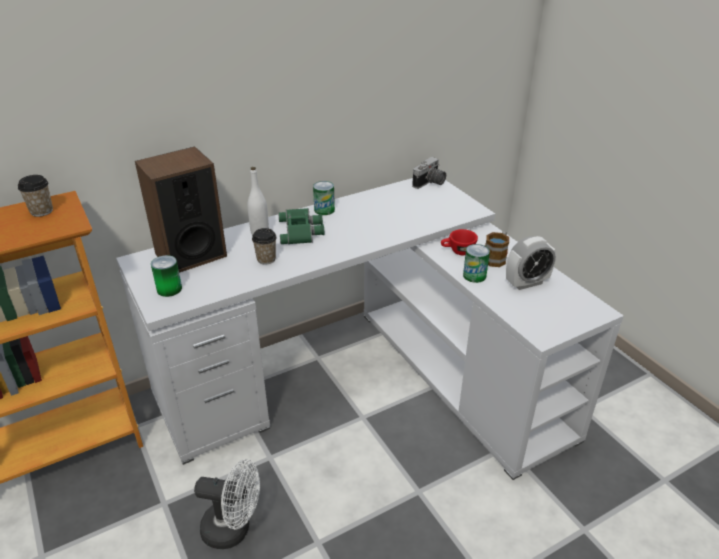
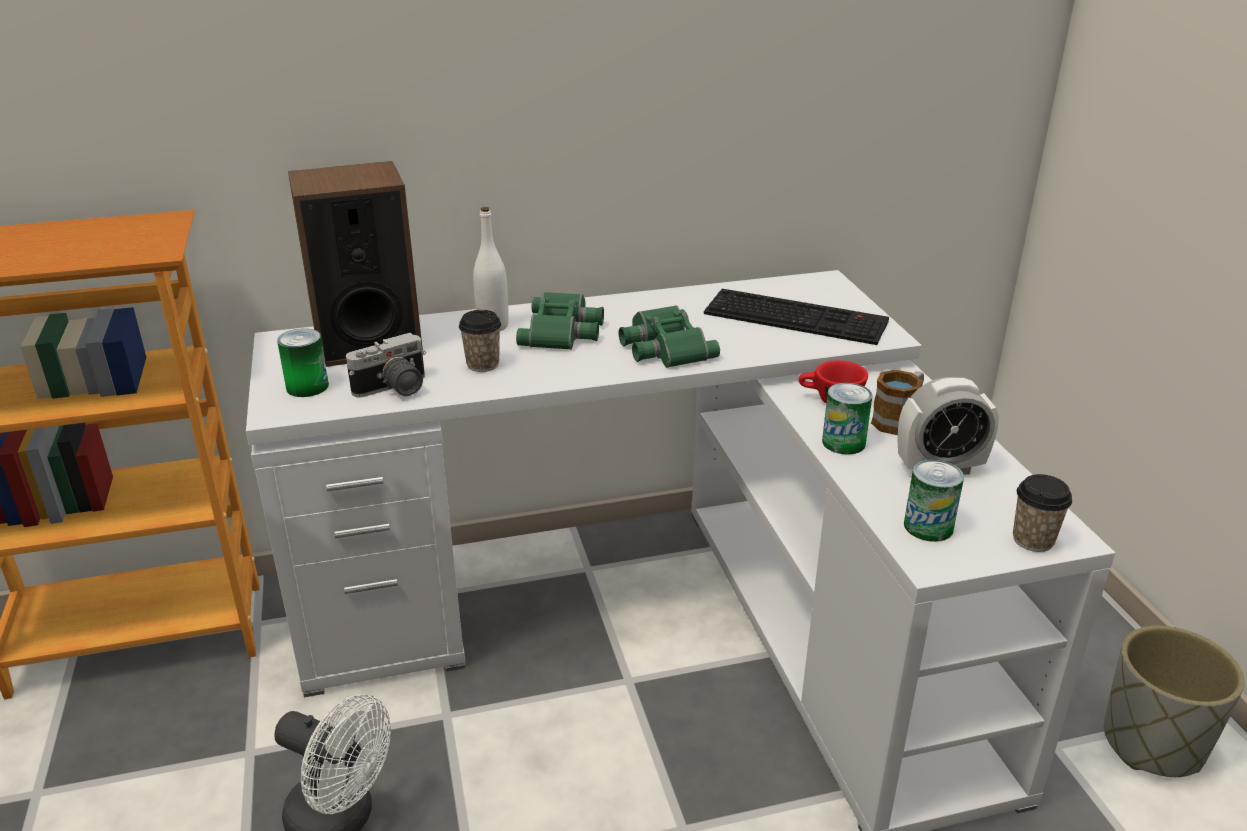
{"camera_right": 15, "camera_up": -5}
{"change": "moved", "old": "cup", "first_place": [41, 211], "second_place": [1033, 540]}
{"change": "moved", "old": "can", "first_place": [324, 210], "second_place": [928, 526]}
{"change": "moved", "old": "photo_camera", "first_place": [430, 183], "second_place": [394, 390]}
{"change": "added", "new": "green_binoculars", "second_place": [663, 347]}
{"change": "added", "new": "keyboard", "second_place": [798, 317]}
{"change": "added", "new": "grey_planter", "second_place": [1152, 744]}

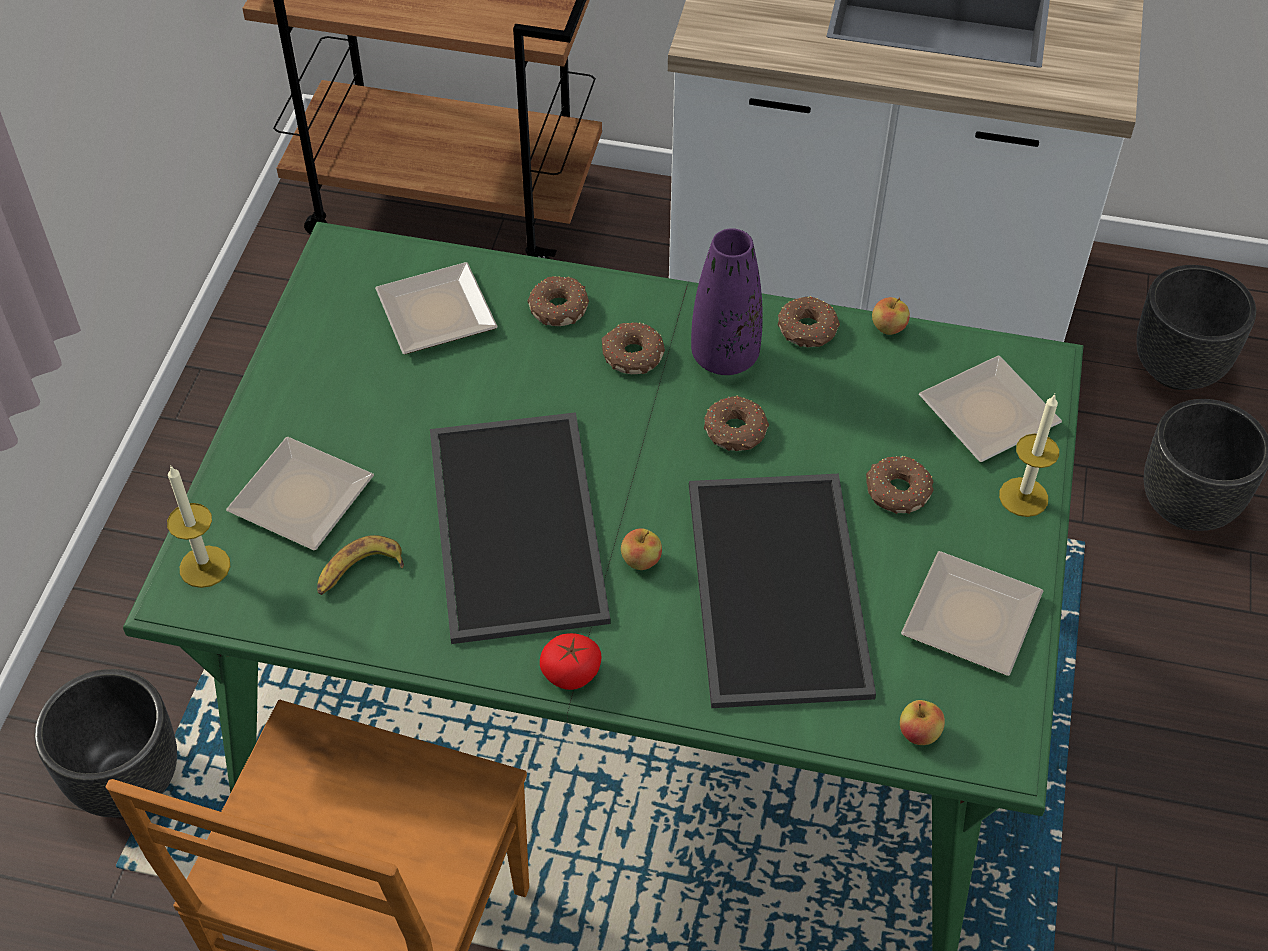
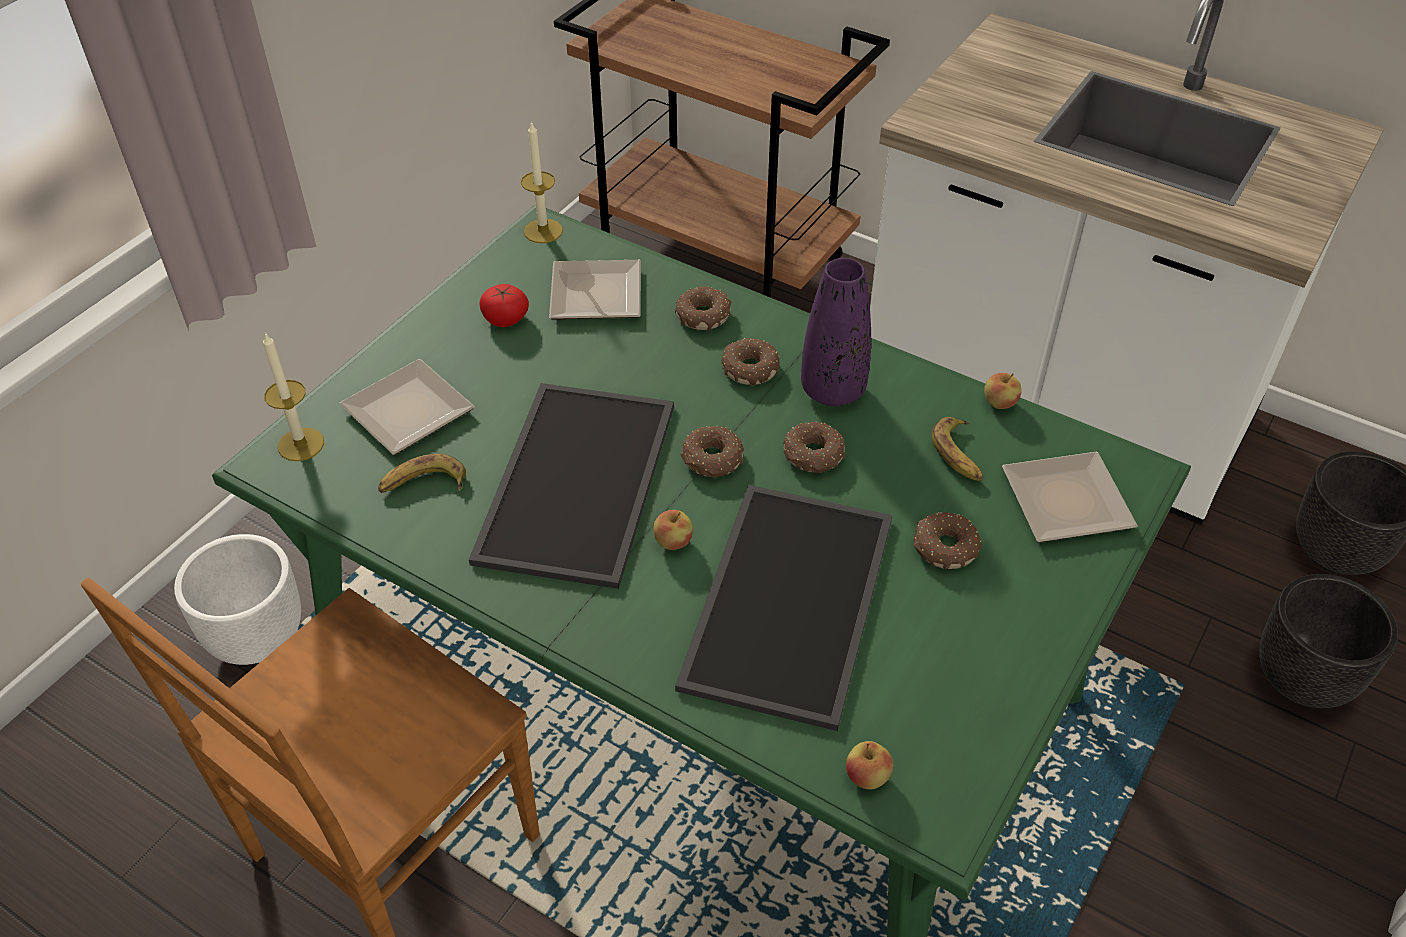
{"camera_right": 20, "camera_up": -5}
{"change": "recoloured", "old": "black_planter", "new": "white_planter", "first_place": [126, 781], "second_place": [257, 639]}
{"change": "moved", "old": "tomato", "first_place": [571, 672], "second_place": [505, 318]}
{"change": "moved", "old": "donut", "first_place": [807, 330], "second_place": [712, 460]}
{"change": "removed", "old": "plate", "first_place": [973, 622]}
{"change": "moved", "old": "candle", "first_place": [1023, 497], "second_place": [543, 231]}
{"change": "added", "new": "banana", "second_place": [959, 455]}

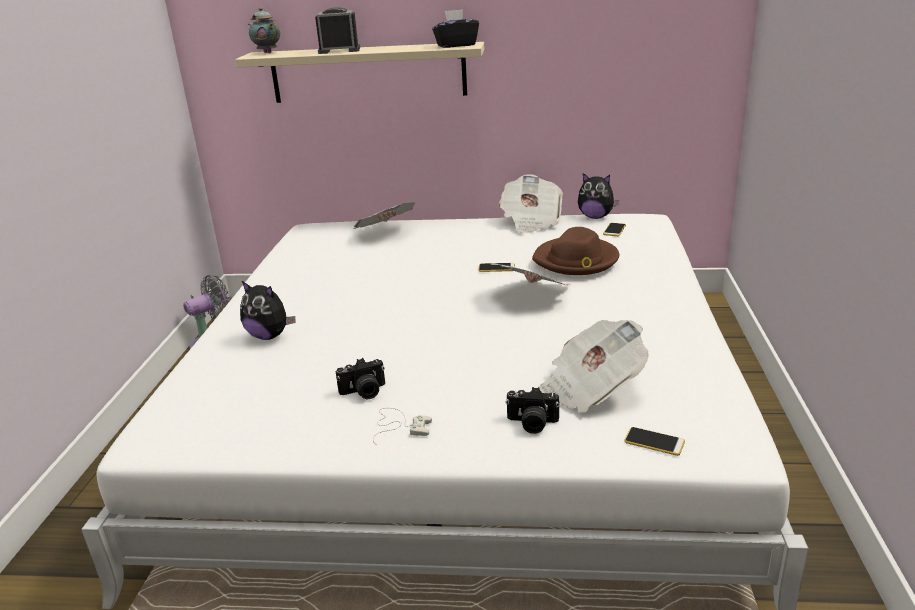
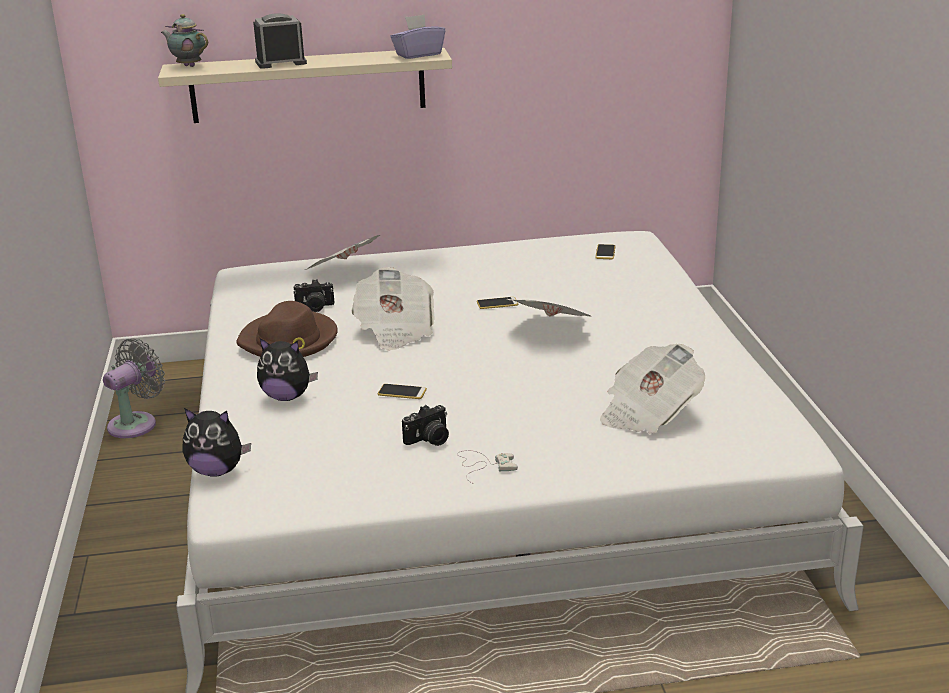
{"camera_right": -15, "camera_up": 0}
{"change": "recoloured", "old": "black_tissue_box", "new": "purple_tissue_box", "first_place": [456, 45], "second_place": [418, 54]}
{"change": "moved", "old": "newspaper", "first_place": [531, 221], "second_place": [395, 330]}
{"change": "moved", "old": "photo_camera", "first_place": [532, 423], "second_place": [314, 307]}
{"change": "moved", "old": "brown_hat", "first_place": [576, 260], "second_place": [289, 340]}
{"change": "moved", "old": "plush_toy", "first_place": [595, 217], "second_place": [217, 471]}
{"change": "moved", "old": "phone", "first_place": [654, 442], "second_place": [402, 392]}

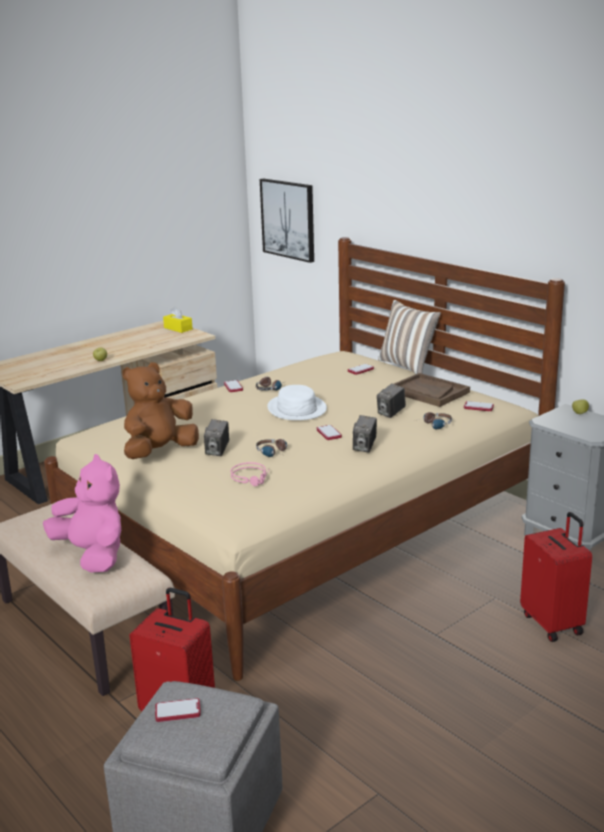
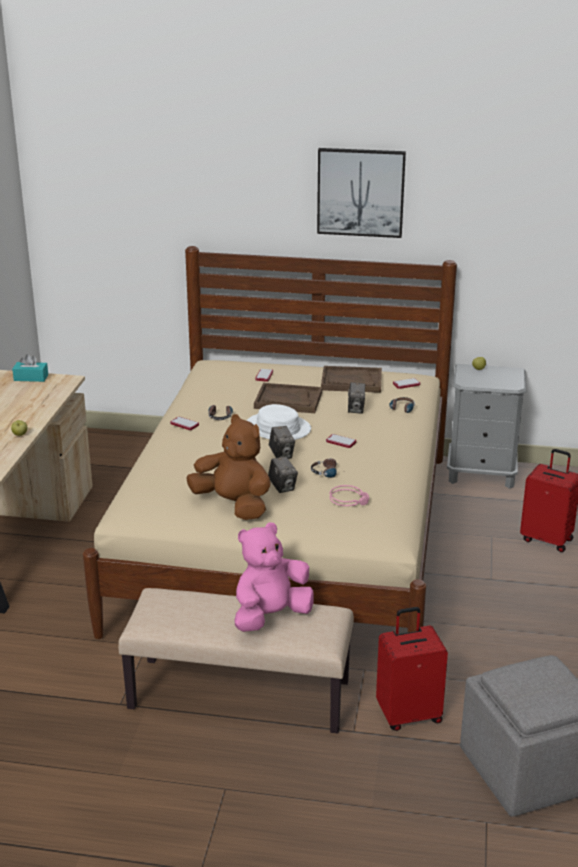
{"camera_right": -40, "camera_up": 5}
{"change": "turned", "old": "pink_plush_toy", "first_place": [93, 555], "second_place": [270, 617], "degrees": -45}
{"change": "turned", "old": "brown_plush_toy", "first_place": [159, 452], "second_place": [233, 505], "degrees": 120}
{"change": "removed", "old": "phone", "first_place": [178, 711]}
{"change": "recoloured", "old": "yellow_tissue_box", "new": "turquoise_tissue_box", "first_place": [178, 328], "second_place": [31, 378]}
{"change": "moved", "old": "picture", "first_place": [288, 219], "second_place": [360, 192]}
{"change": "moved", "old": "photo_camera", "first_place": [364, 447], "second_place": [281, 455]}
{"change": "removed", "old": "pillow", "first_place": [408, 366]}
{"change": "added", "new": "brown_tray", "second_place": [288, 400]}

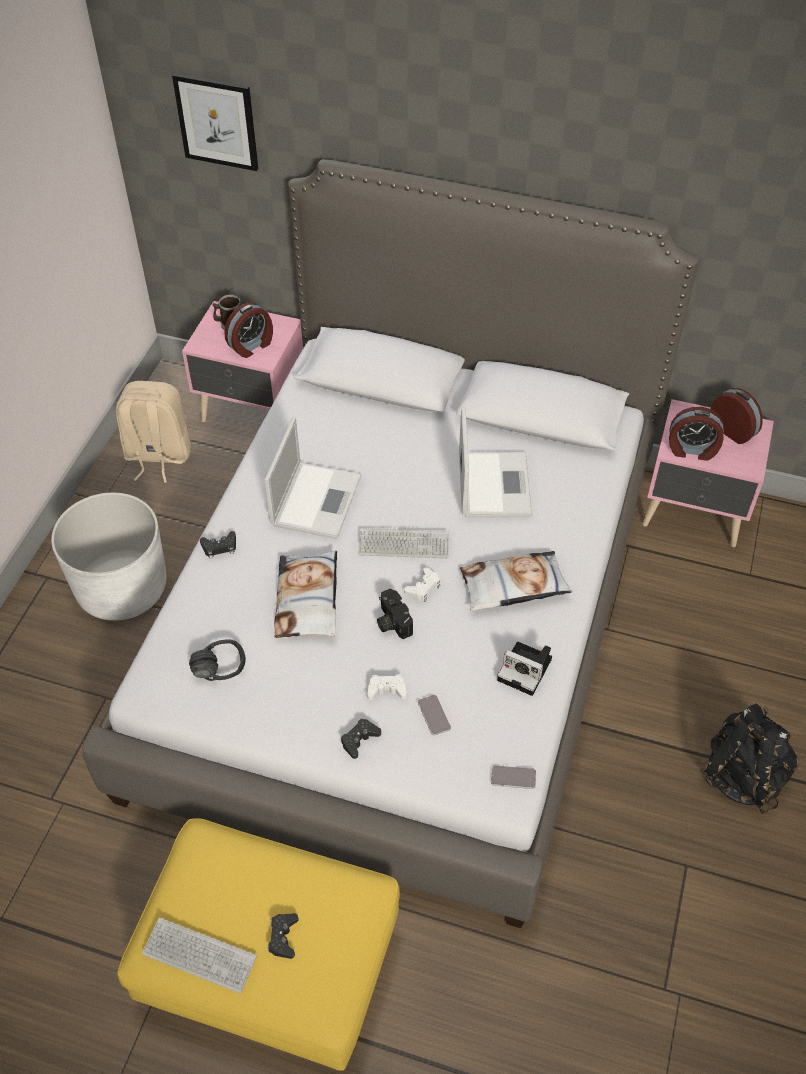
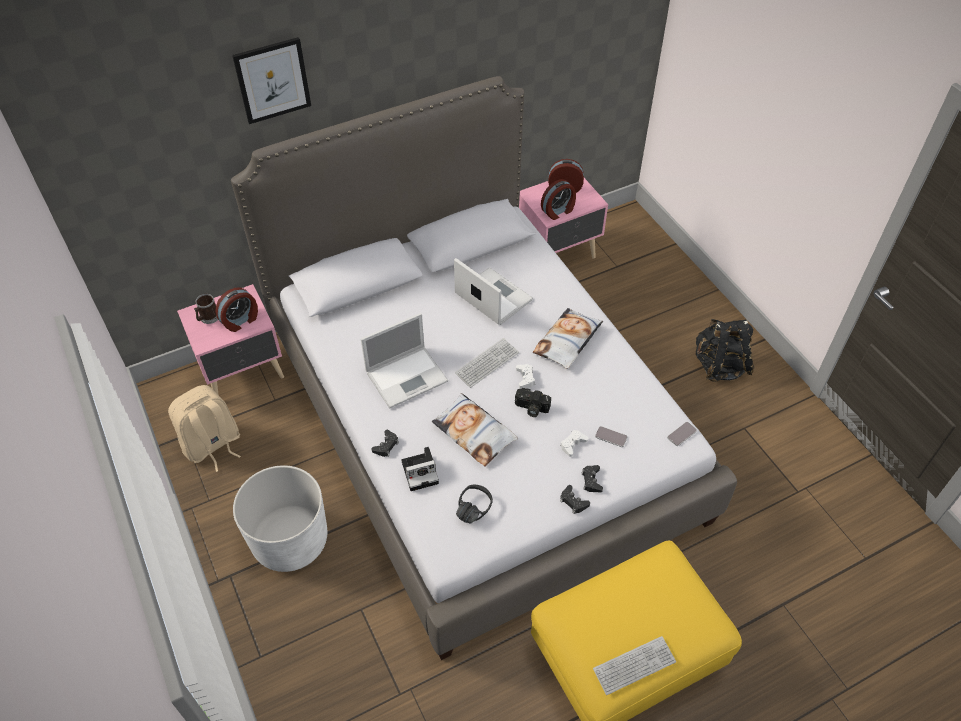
{"camera_right": -45, "camera_up": 0}
{"change": "moved", "old": "picture", "first_place": [217, 122], "second_place": [272, 80]}
{"change": "turned", "old": "alarm_clock", "first_place": [251, 346], "second_place": [240, 321], "degrees": 45}
{"change": "turned", "old": "laptop", "first_place": [316, 499], "second_place": [408, 376], "degrees": 90}
{"change": "moved", "old": "black_game_controller", "first_place": [283, 937], "second_place": [573, 502]}
{"change": "moved", "old": "photo_camera", "first_place": [527, 670], "second_place": [421, 471]}

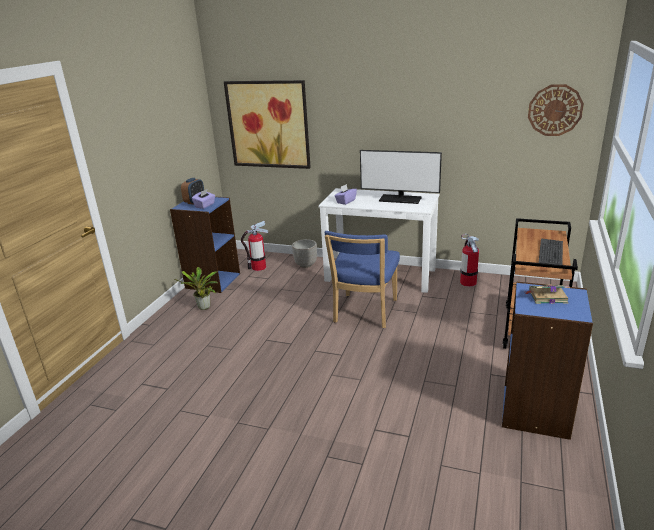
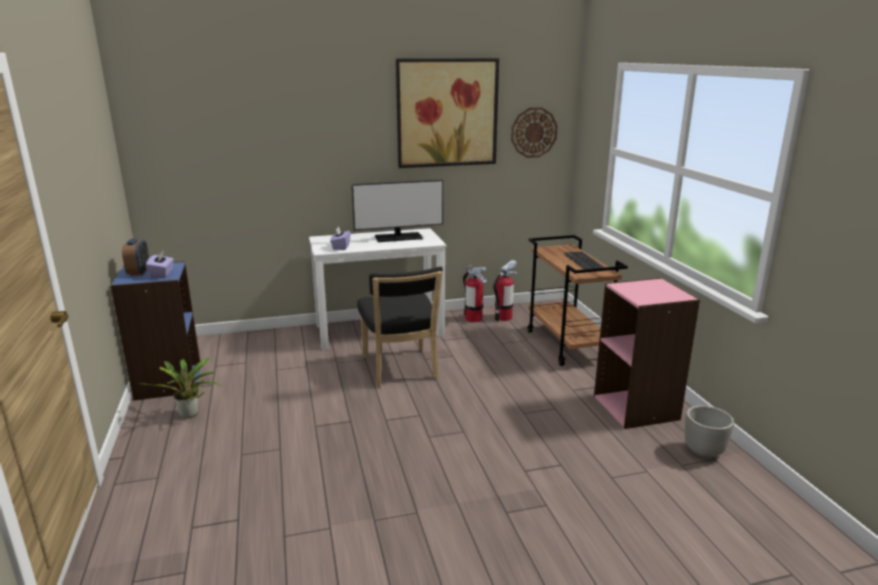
{"camera_right": -35, "camera_up": -5}
{"change": "moved", "old": "picture", "first_place": [268, 124], "second_place": [447, 113]}
{"change": "moved", "old": "fire_extinguisher", "first_place": [258, 267], "second_place": [503, 317]}
{"change": "moved", "old": "planter", "first_place": [305, 265], "second_place": [704, 452]}
{"change": "recoloured", "old": "blue_chair", "new": "black_chair", "first_place": [364, 313], "second_place": [400, 369]}
{"change": "recoloured", "old": "blue_bookcase", "new": "pink_bookcase", "first_place": [536, 411], "second_place": [636, 407]}
{"change": "removed", "old": "book", "first_place": [546, 297]}

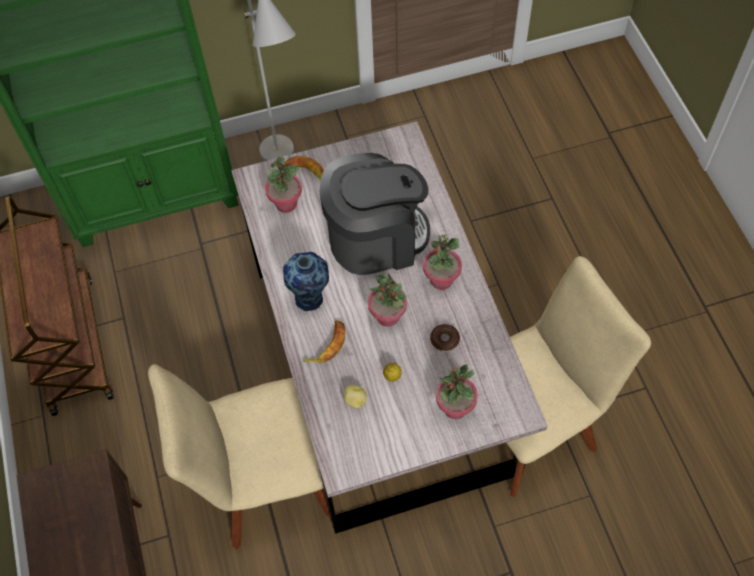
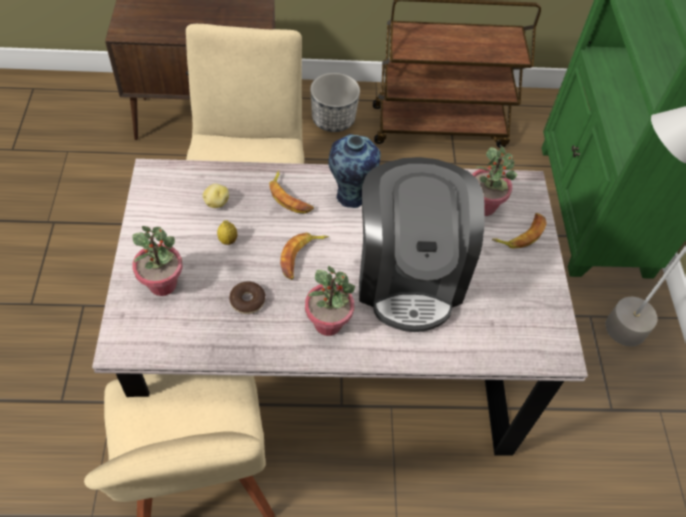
{"camera_right": 100, "camera_up": -5}
{"change": "replaced", "old": "potted_plant", "new": "banana", "first_place": [388, 316], "second_place": [301, 257]}
{"change": "added", "new": "planter", "second_place": [333, 119]}

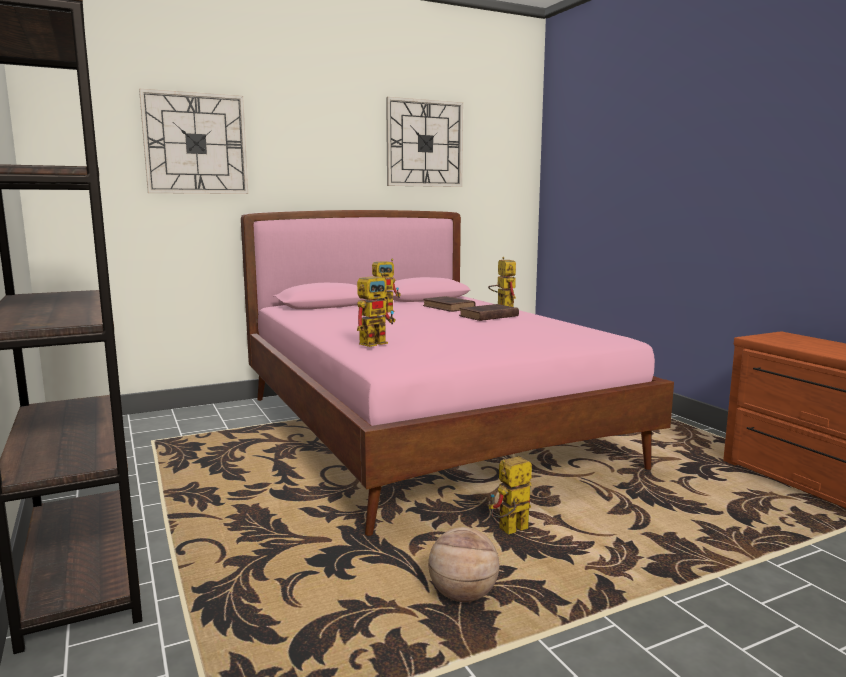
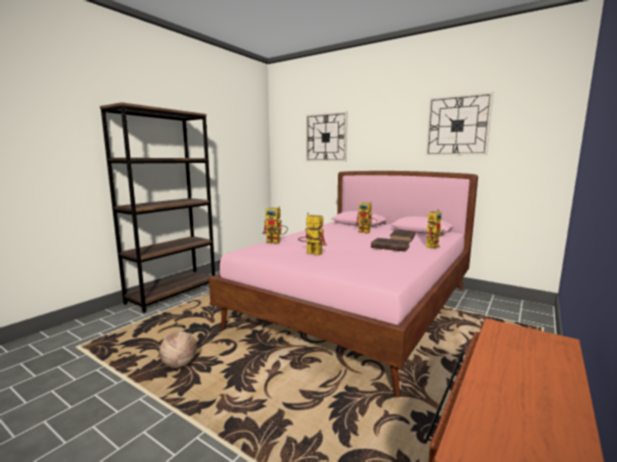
{"camera_right": 60, "camera_up": 0}
{"change": "moved", "old": "toy_robot", "first_place": [509, 532], "second_place": [310, 253]}

